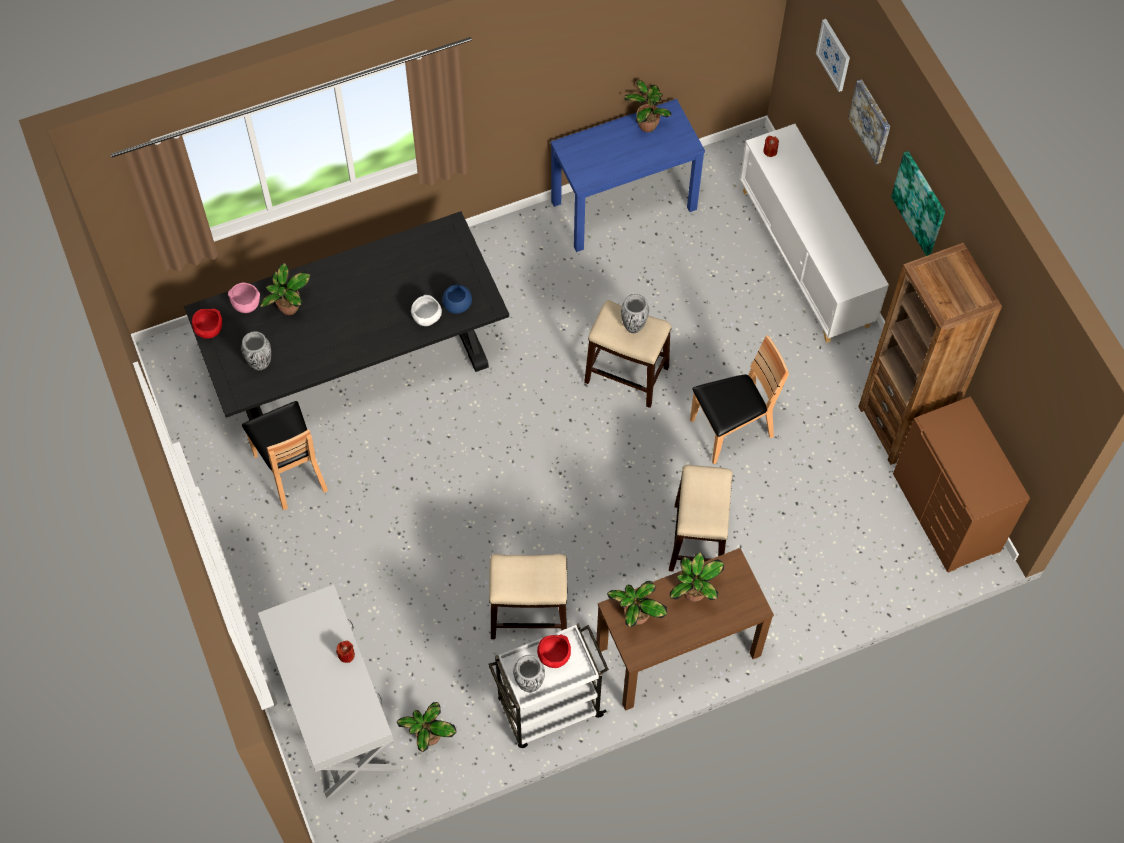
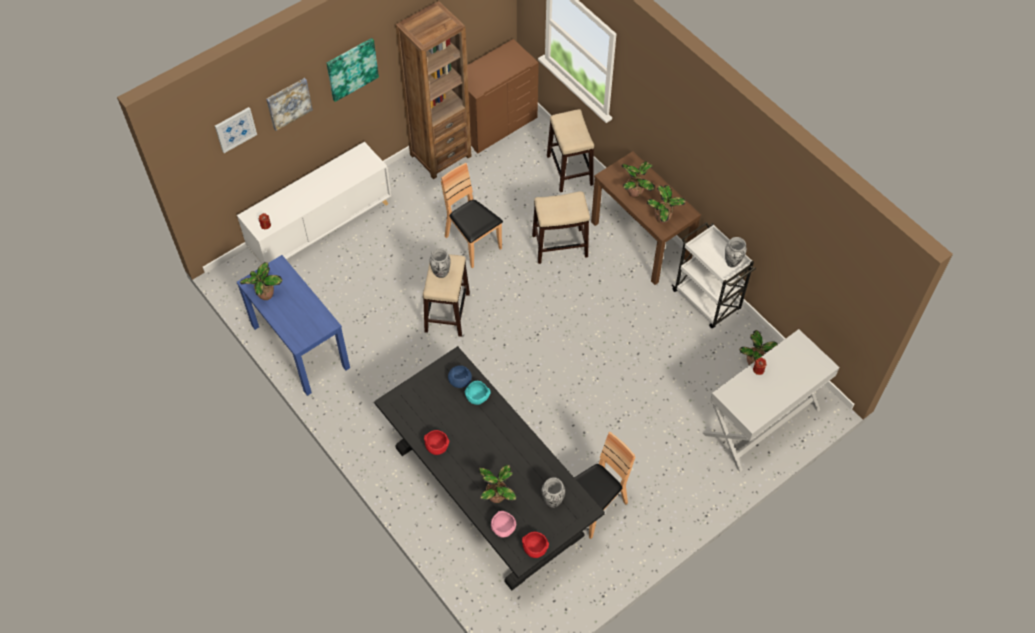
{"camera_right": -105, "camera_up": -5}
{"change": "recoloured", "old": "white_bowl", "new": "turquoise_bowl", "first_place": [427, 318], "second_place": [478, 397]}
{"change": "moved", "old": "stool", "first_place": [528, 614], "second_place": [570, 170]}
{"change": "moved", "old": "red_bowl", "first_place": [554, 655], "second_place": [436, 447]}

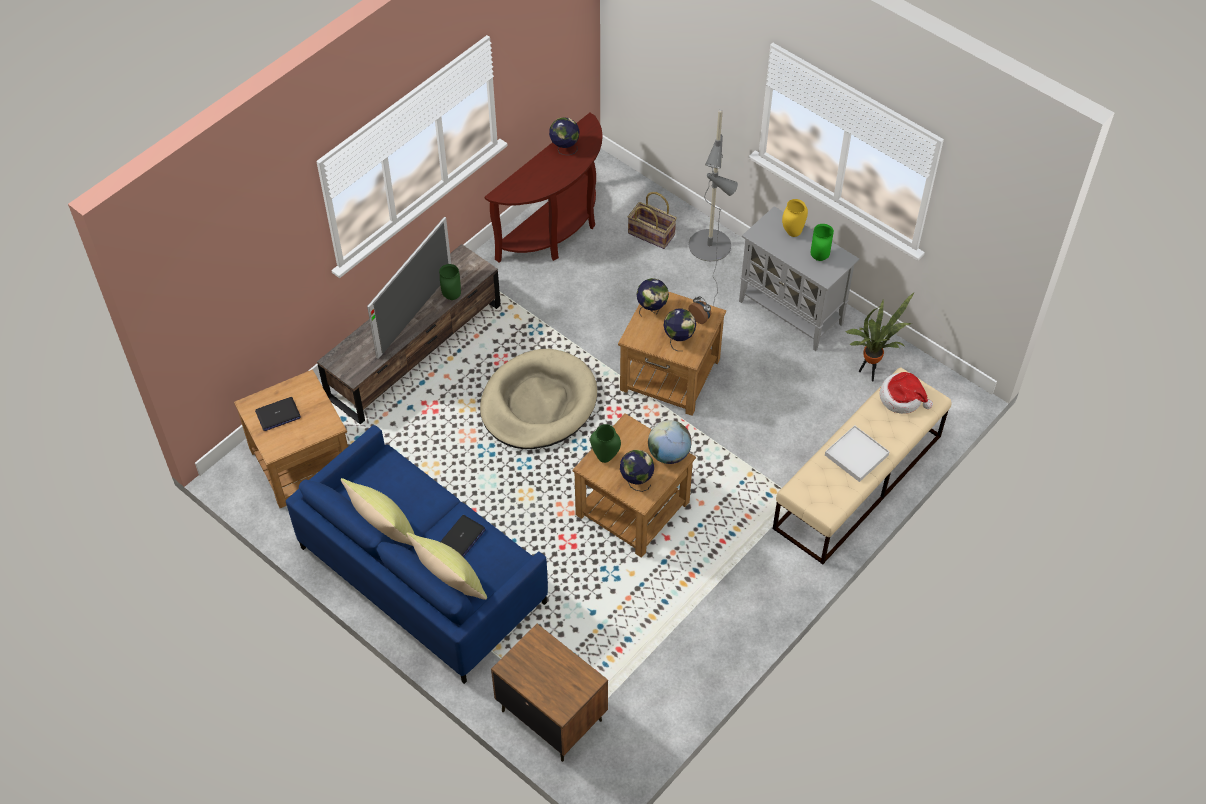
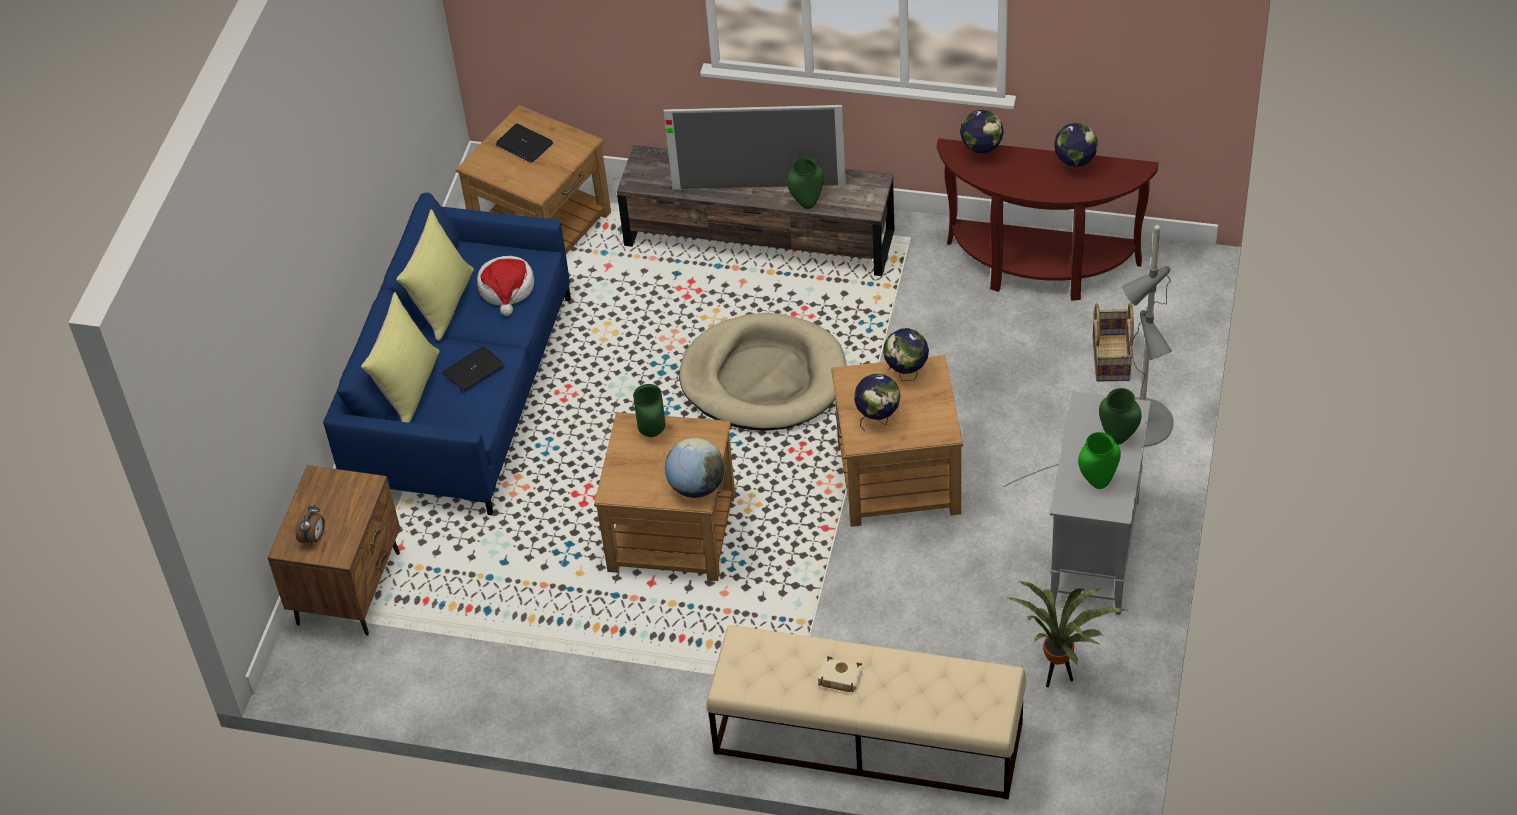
{"camera_right": 65, "camera_up": -5}
{"change": "turned", "old": "laptop", "first_place": [462, 537], "second_place": [474, 370], "degrees": 135}
{"change": "moved", "old": "globe", "first_place": [636, 481], "second_place": [981, 155]}
{"change": "moved", "old": "alarm_clock", "first_place": [700, 318], "second_place": [314, 538]}
{"change": "recoloured", "old": "yellow_vase", "new": "green_vase", "first_place": [792, 233], "second_place": [1117, 439]}
{"change": "replaced", "old": "white_tray", "new": "beige_book", "first_place": [856, 455], "second_place": [838, 678]}
{"change": "moved", "old": "hat", "first_place": [902, 398], "second_place": [507, 289]}

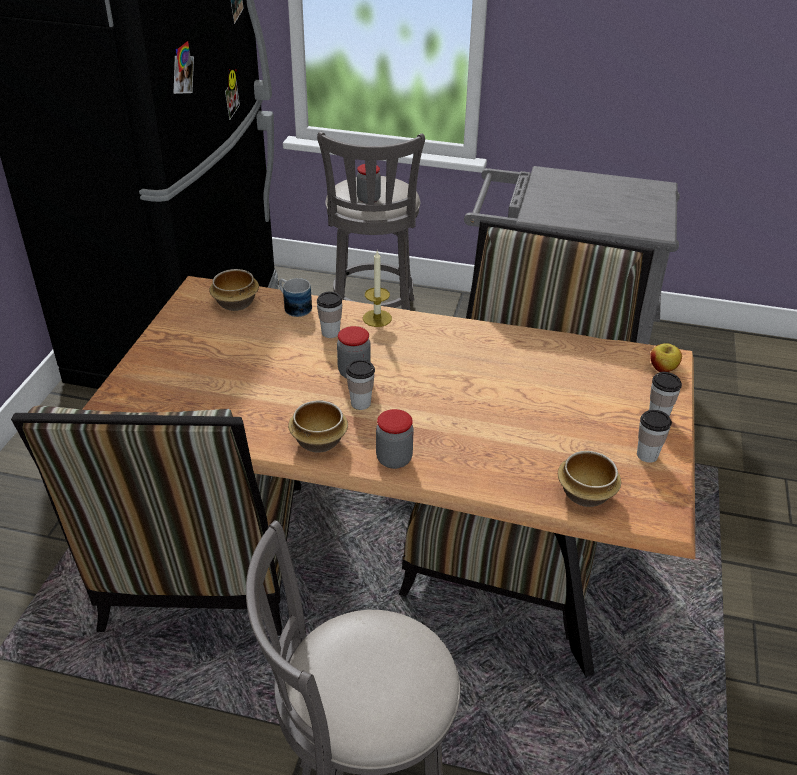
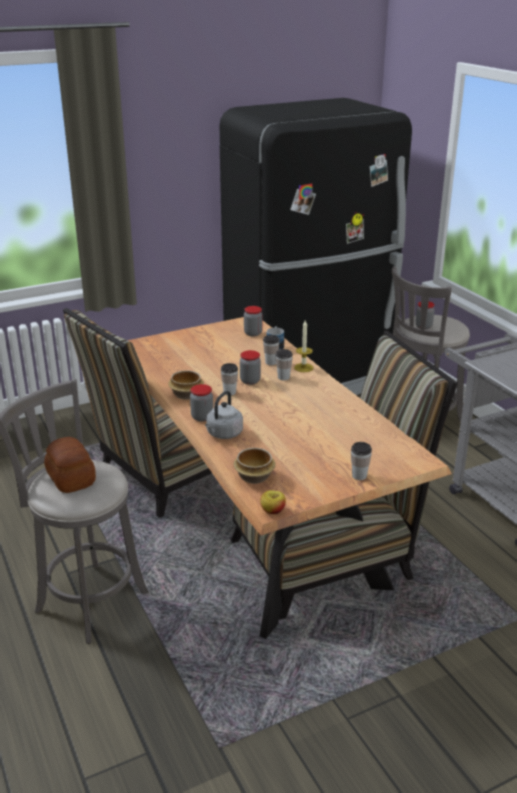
{"camera_right": 50, "camera_up": -10}
{"change": "replaced", "old": "bowl", "new": "jar", "first_place": [236, 304], "second_place": [253, 333]}
{"change": "moved", "old": "cup", "first_place": [647, 455], "second_place": [283, 377]}
{"change": "moved", "old": "apple", "first_place": [663, 368], "second_place": [272, 511]}
{"change": "added", "new": "bread", "second_place": [71, 478]}
{"change": "added", "new": "grey_kettle", "second_place": [223, 434]}

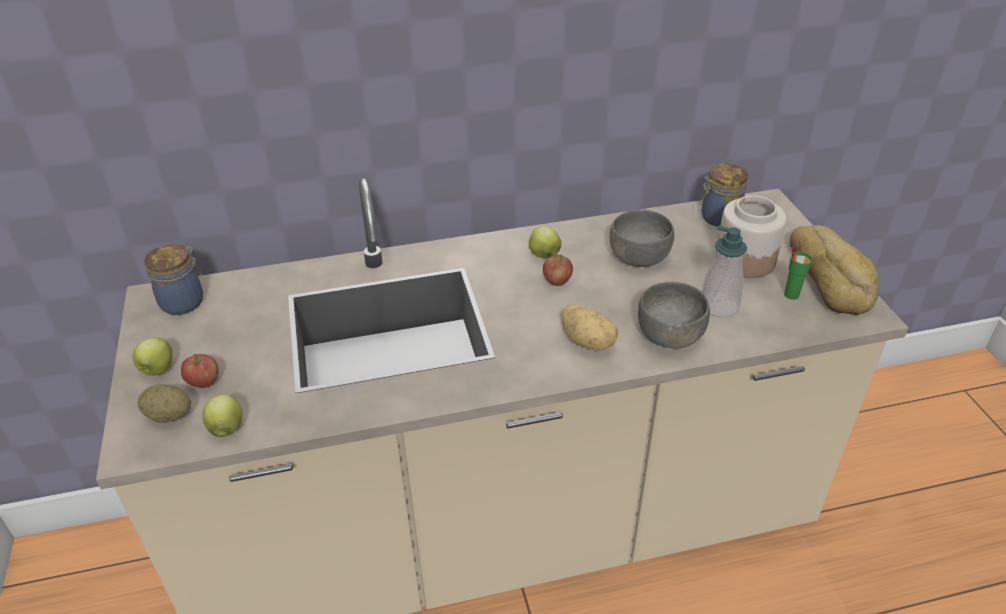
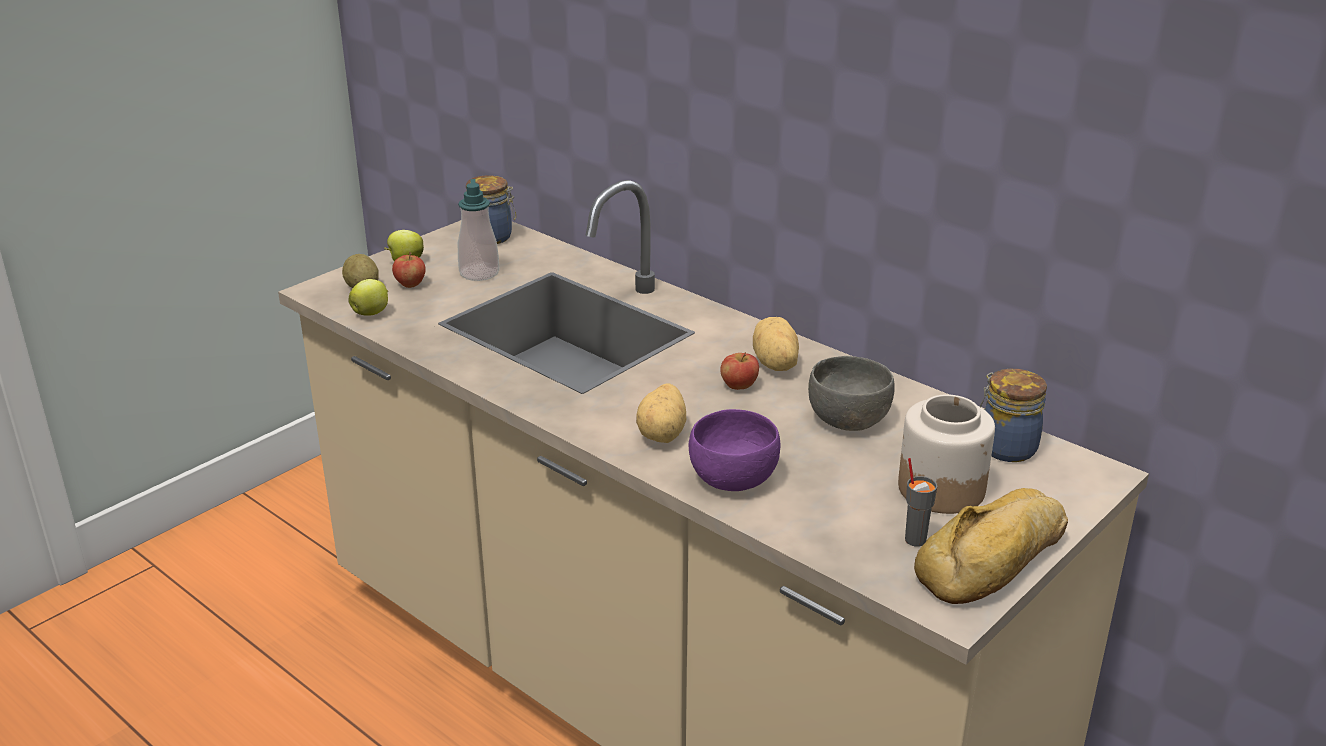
{"camera_right": 55, "camera_up": -10}
{"change": "replaced", "old": "apple", "new": "potato", "first_place": [543, 254], "second_place": [774, 364]}
{"change": "recoloured", "old": "grey_bowl", "new": "purple_bowl", "first_place": [670, 335], "second_place": [732, 478]}
{"change": "moved", "old": "soap_dispenser", "first_place": [719, 306], "second_place": [479, 273]}
{"change": "recoloured", "old": "green_cup", "new": "grey_cup", "first_place": [790, 295], "second_place": [915, 539]}

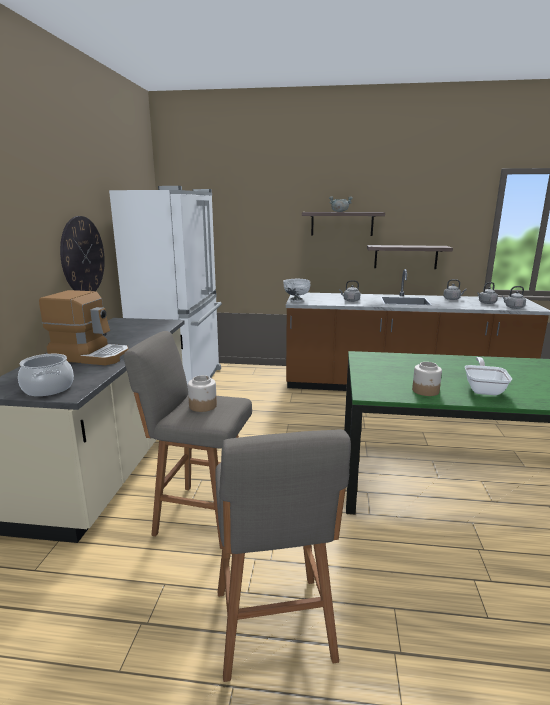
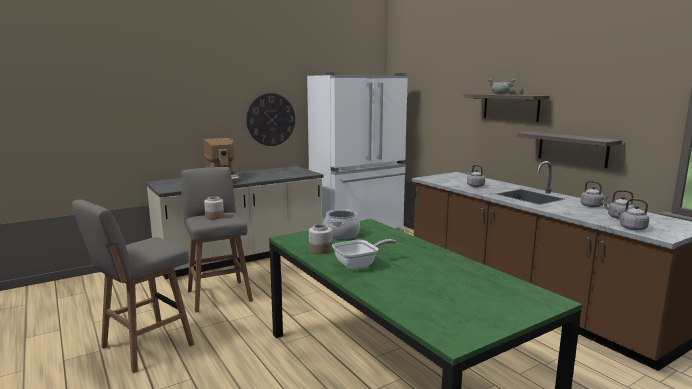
{"camera_right": 50, "camera_up": -5}
{"change": "moved", "old": "cooking_pot", "first_place": [48, 388], "second_place": [341, 234]}
{"change": "removed", "old": "white_bowl", "first_place": [296, 301]}

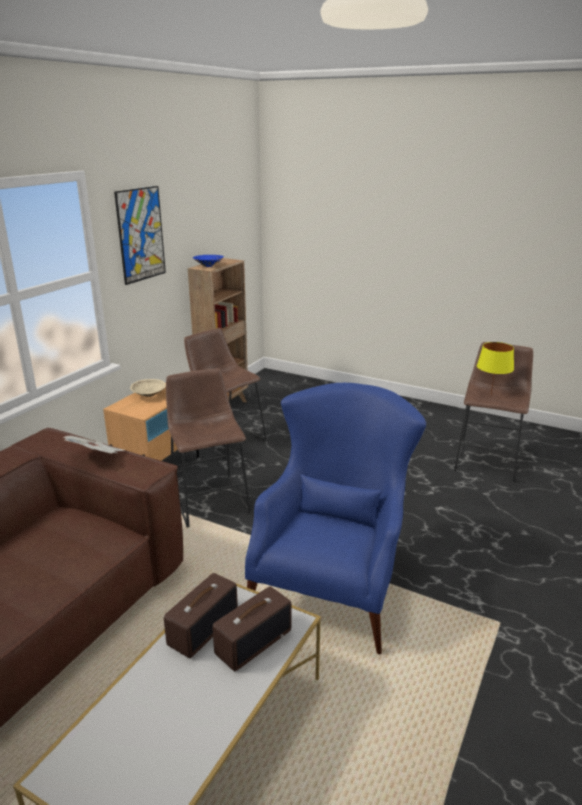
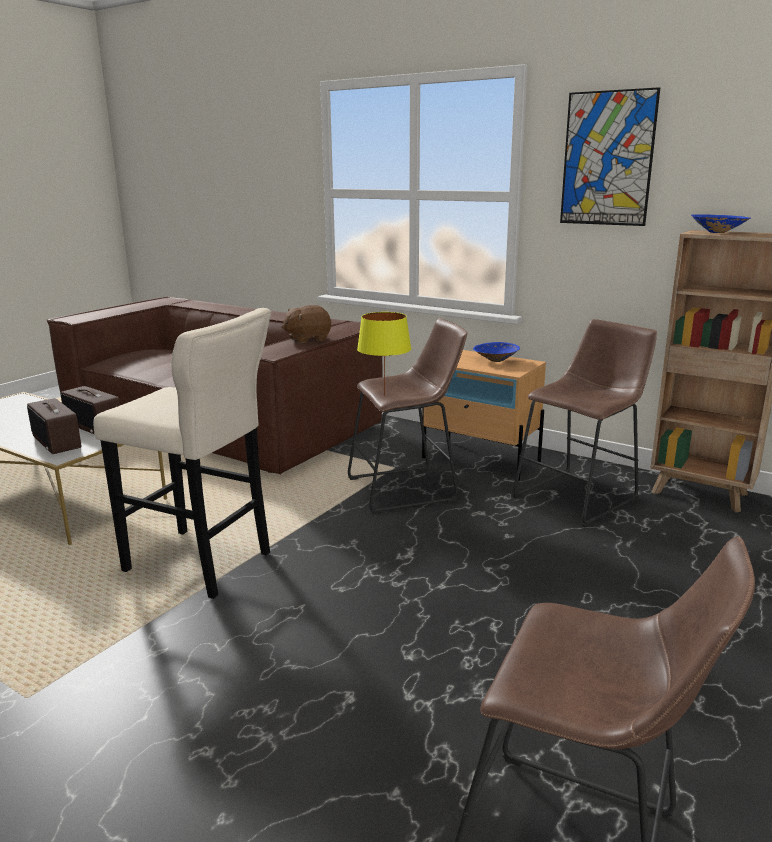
{"camera_right": 95, "camera_up": -5}
{"change": "replaced", "old": "newspaper", "new": "brown_plush_toy", "first_place": [96, 458], "second_place": [307, 339]}
{"change": "recoloured", "old": "beige_bowl", "new": "blue_bowl", "first_place": [149, 395], "second_place": [495, 360]}
{"change": "replaced", "old": "blue_armchair", "new": "beige_stool", "first_place": [333, 582], "second_place": [203, 564]}
{"change": "moved", "old": "yellow_table_lamp", "first_place": [491, 396], "second_place": [384, 396]}

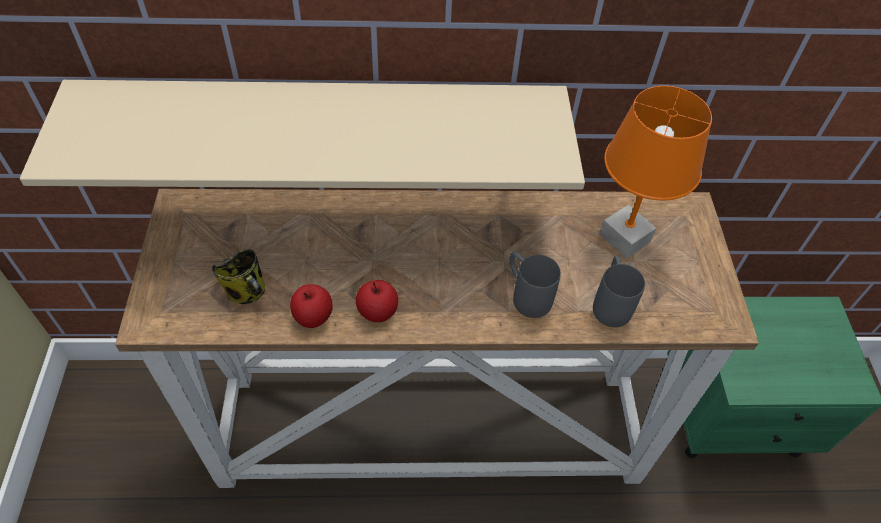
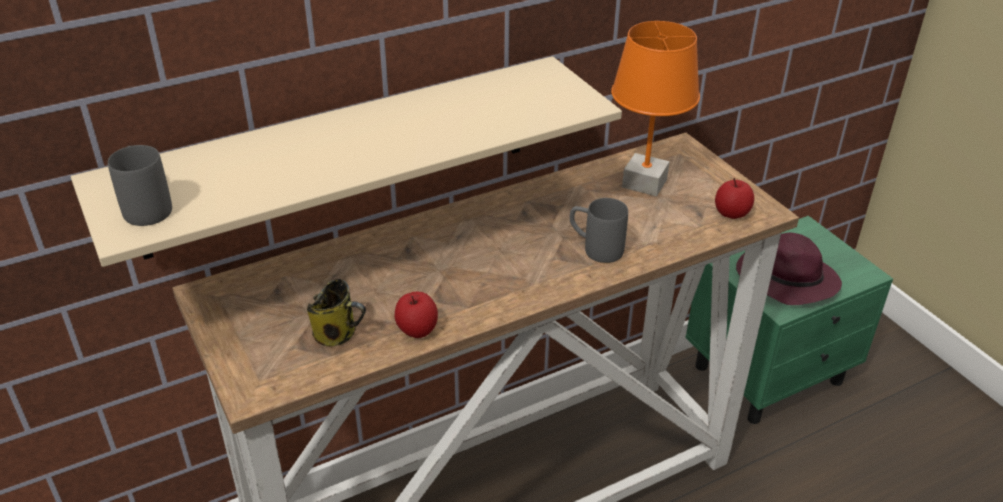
{"camera_right": -25, "camera_up": -15}
{"change": "moved", "old": "apple", "first_place": [377, 311], "second_place": [731, 213]}
{"change": "moved", "old": "grey_mug", "first_place": [610, 302], "second_place": [145, 206]}
{"change": "added", "new": "purple_hat", "second_place": [784, 280]}

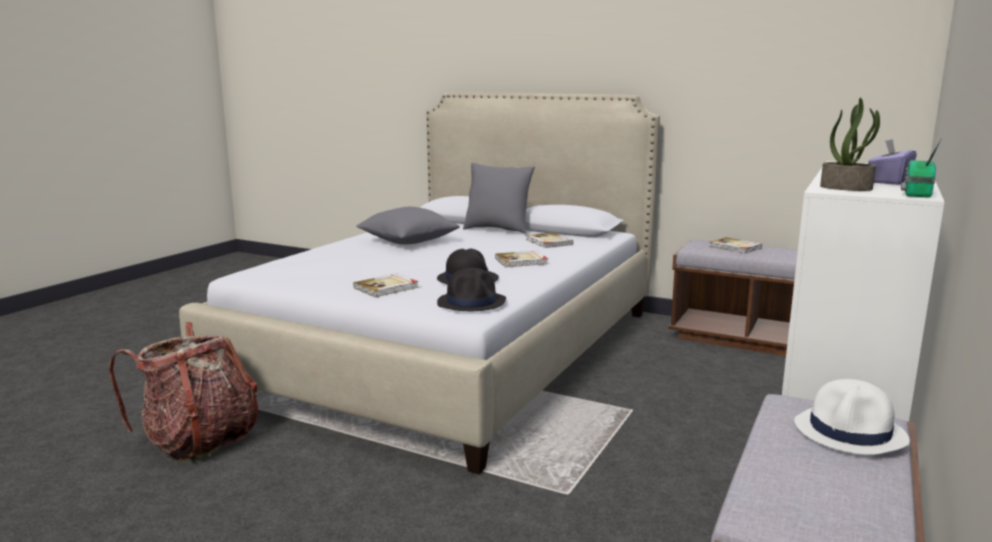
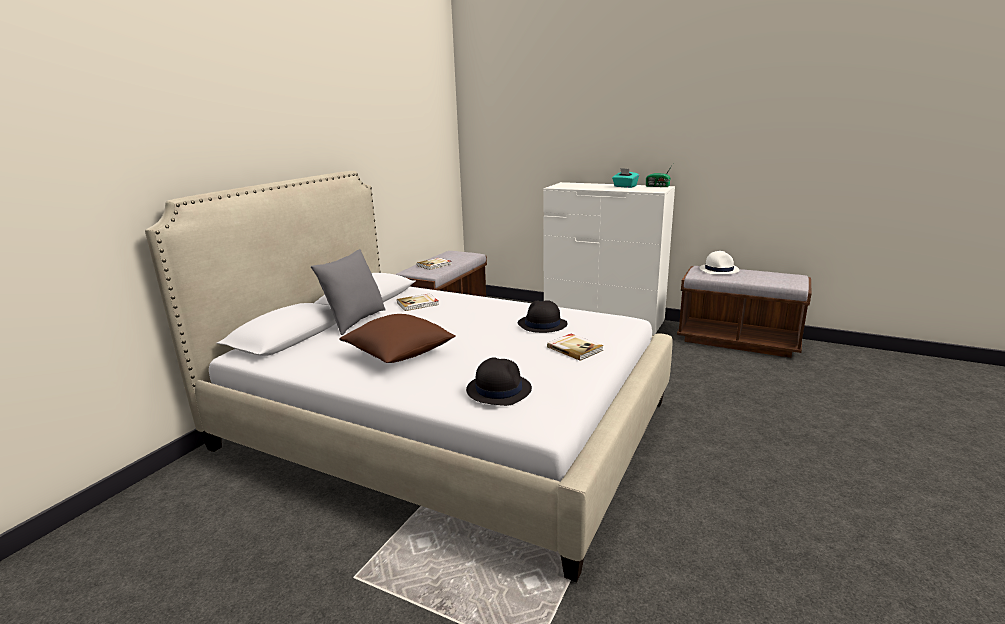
{"camera_right": -90, "camera_up": 5}
{"change": "removed", "old": "backpack", "first_place": [199, 441]}
{"change": "recoloured", "old": "grey_pillow", "new": "brown_pillow", "first_place": [408, 242], "second_place": [399, 354]}
{"change": "moved", "old": "black_hat", "first_place": [472, 302], "second_place": [498, 389]}
{"change": "removed", "old": "book", "first_place": [521, 261]}
{"change": "removed", "old": "potted_plant", "first_place": [846, 188]}
{"change": "recoloured", "old": "purple_tissue_box", "new": "turquoise_tissue_box", "first_place": [888, 181], "second_place": [625, 186]}

